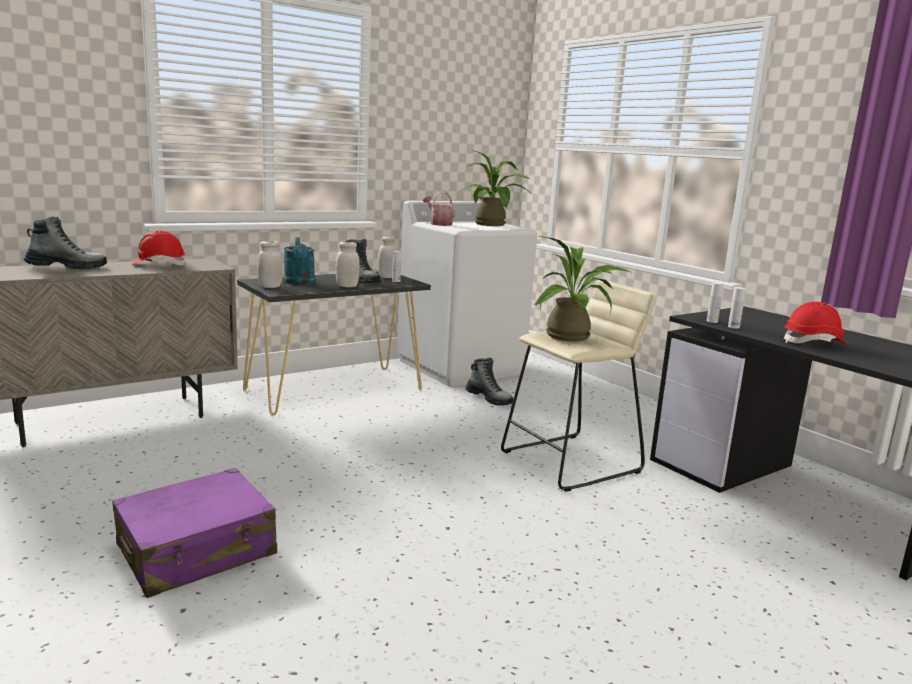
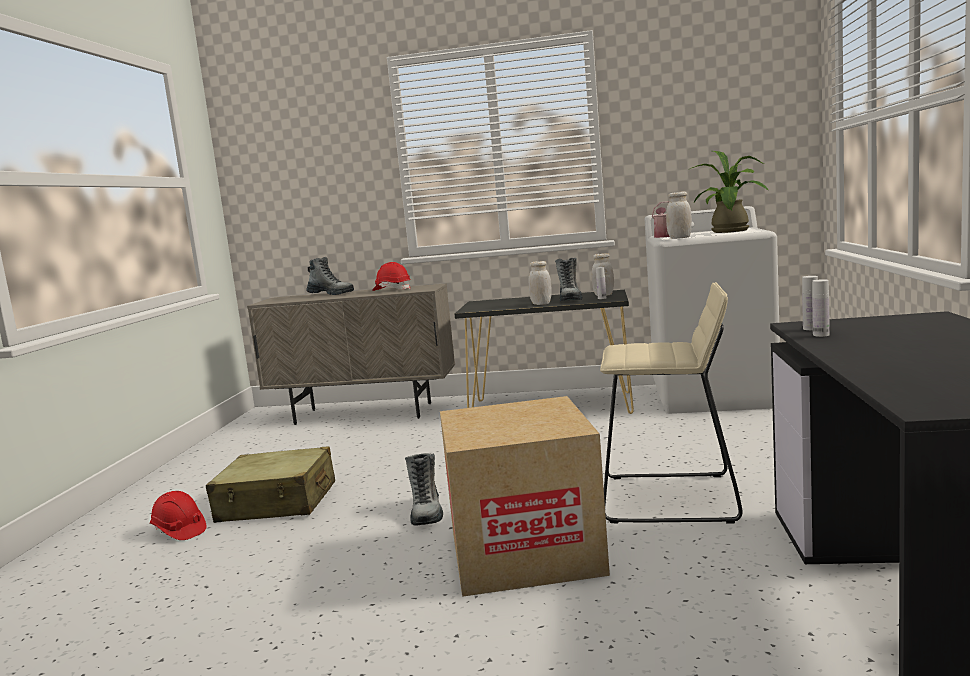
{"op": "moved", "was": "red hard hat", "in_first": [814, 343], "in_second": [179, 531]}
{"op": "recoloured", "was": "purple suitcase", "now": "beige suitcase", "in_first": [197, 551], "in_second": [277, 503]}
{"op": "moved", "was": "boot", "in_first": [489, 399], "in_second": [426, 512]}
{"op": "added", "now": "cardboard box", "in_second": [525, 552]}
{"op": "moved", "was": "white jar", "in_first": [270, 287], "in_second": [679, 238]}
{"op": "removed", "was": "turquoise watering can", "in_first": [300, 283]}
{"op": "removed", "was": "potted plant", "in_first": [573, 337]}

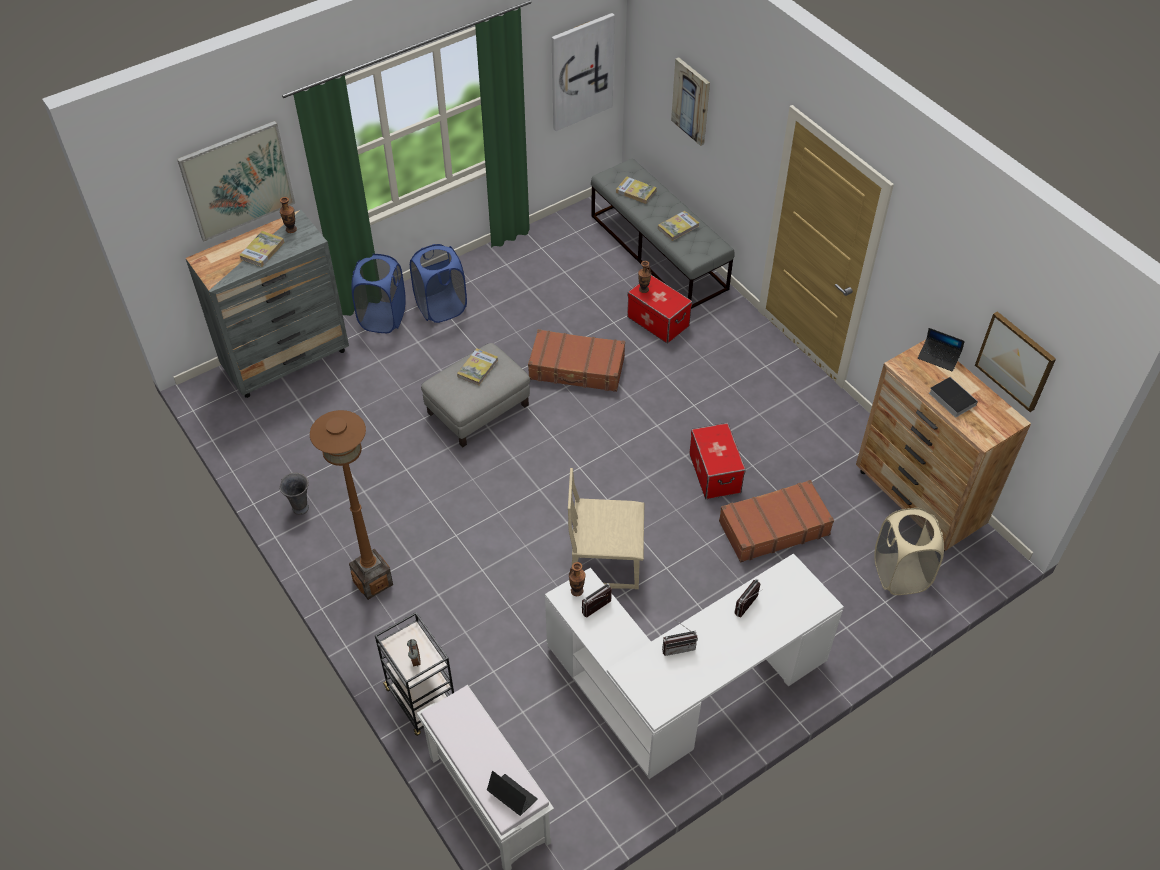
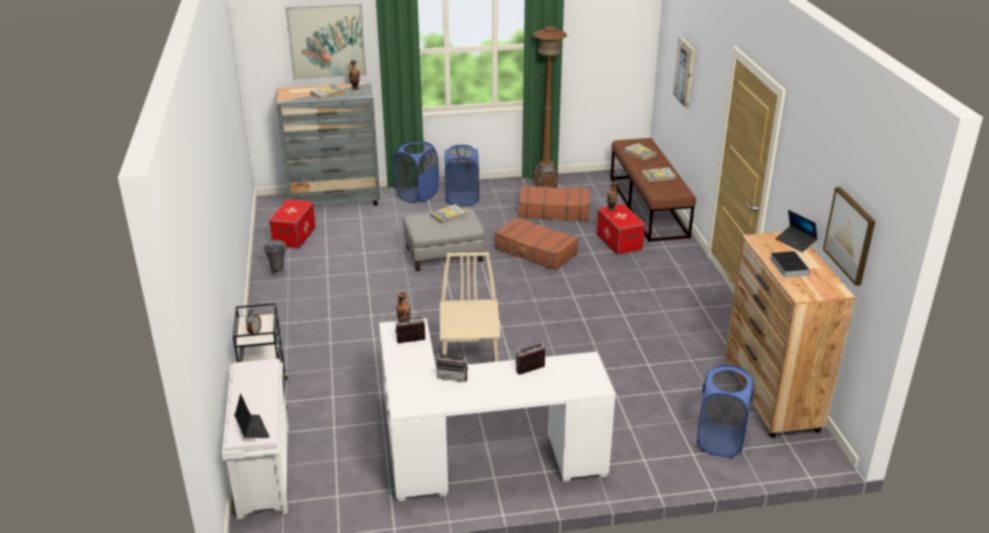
{"op": "moved", "was": "storage box", "in_first": [715, 473], "in_second": [294, 236]}
{"op": "turned", "was": "beige chair", "in_first": [605, 560], "in_second": [471, 360], "clockwise": 60}
{"op": "moved", "was": "brown suitcase", "in_first": [773, 527], "in_second": [553, 211]}
{"op": "moved", "was": "brown floor lamp", "in_first": [373, 582], "in_second": [545, 185]}
{"op": "recoloured", "was": "grey bench", "now": "brown bench", "in_first": [658, 252], "in_second": [648, 207]}
{"op": "recoloured", "was": "beige laundry basket", "now": "blue laundry basket", "in_first": [900, 573], "in_second": [720, 440]}
{"op": "removed", "was": "picture", "in_first": [581, 71]}

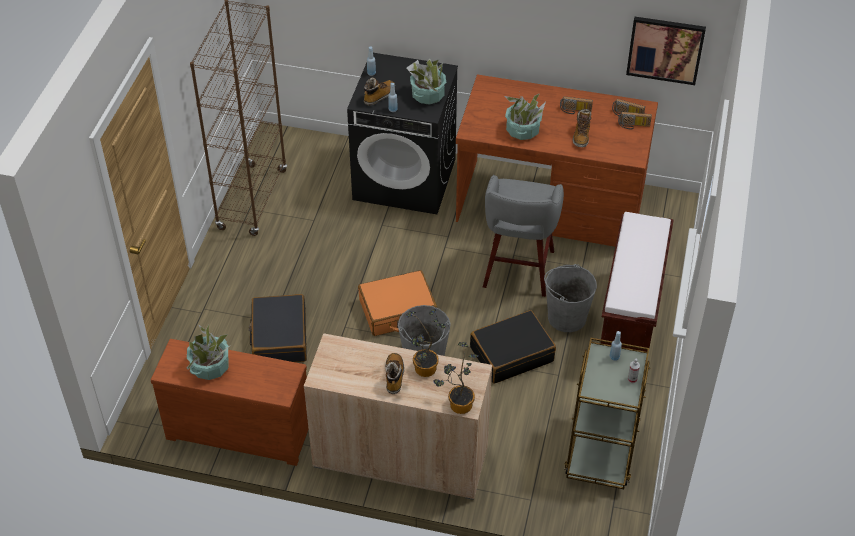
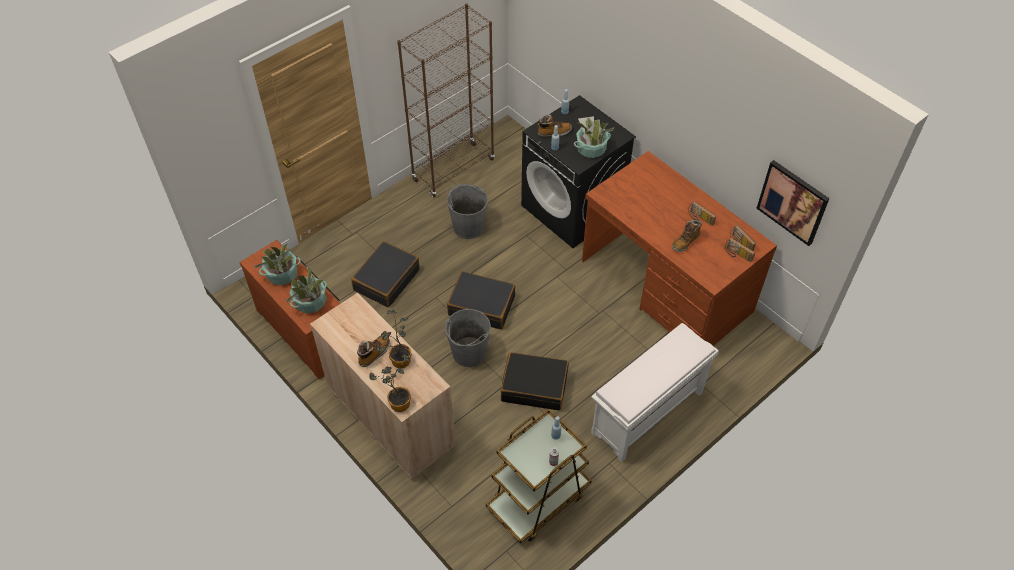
{"op": "moved", "was": "potted plant", "in_first": [523, 130], "in_second": [310, 302]}
{"op": "moved", "was": "grey bucket", "in_first": [566, 317], "in_second": [468, 226]}
{"op": "recoloured", "was": "orange suitcase", "now": "black suitcase", "in_first": [397, 311], "in_second": [481, 306]}
{"op": "recoloured", "was": "brown bench", "now": "white bench", "in_first": [630, 321], "in_second": [647, 414]}
{"op": "removed", "was": "grey stool", "in_first": [518, 271]}

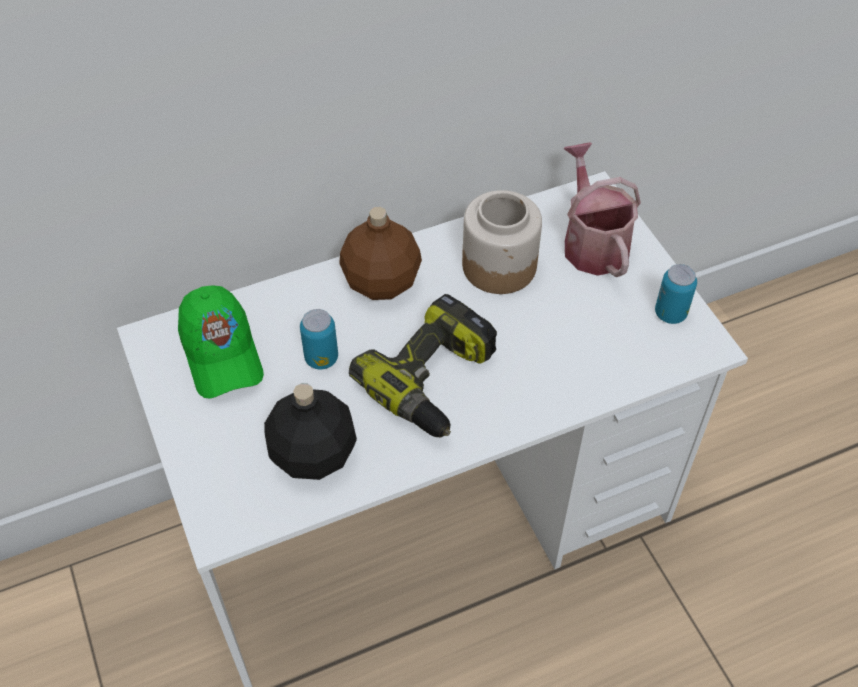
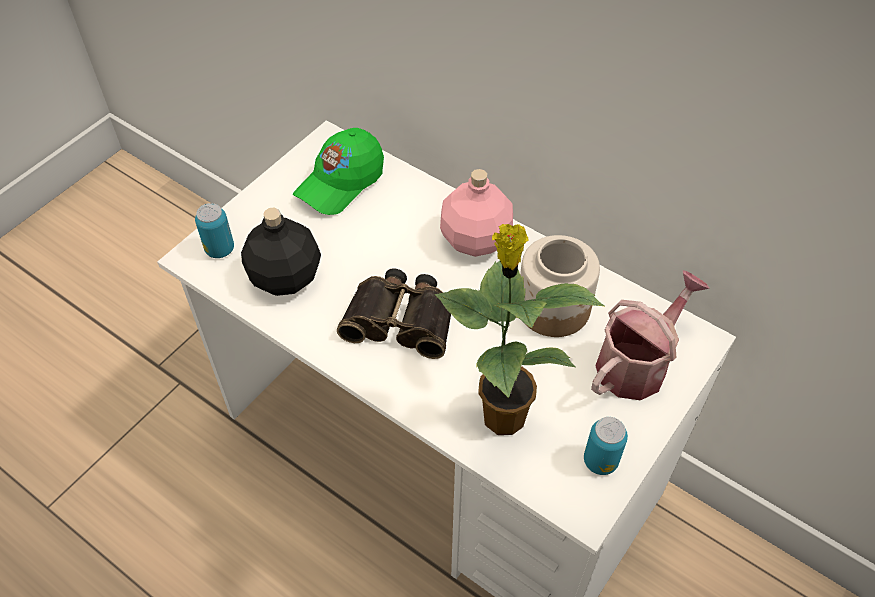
{"op": "moved", "was": "can", "in_first": [321, 358], "in_second": [220, 249]}
{"op": "replaced", "was": "power drill", "now": "binoculars", "in_first": [435, 381], "in_second": [401, 319]}
{"op": "added", "now": "potted plant", "in_second": [501, 414]}
{"op": "recoloured", "was": "brown bottle", "now": "pink bottle", "in_first": [381, 281], "in_second": [476, 239]}

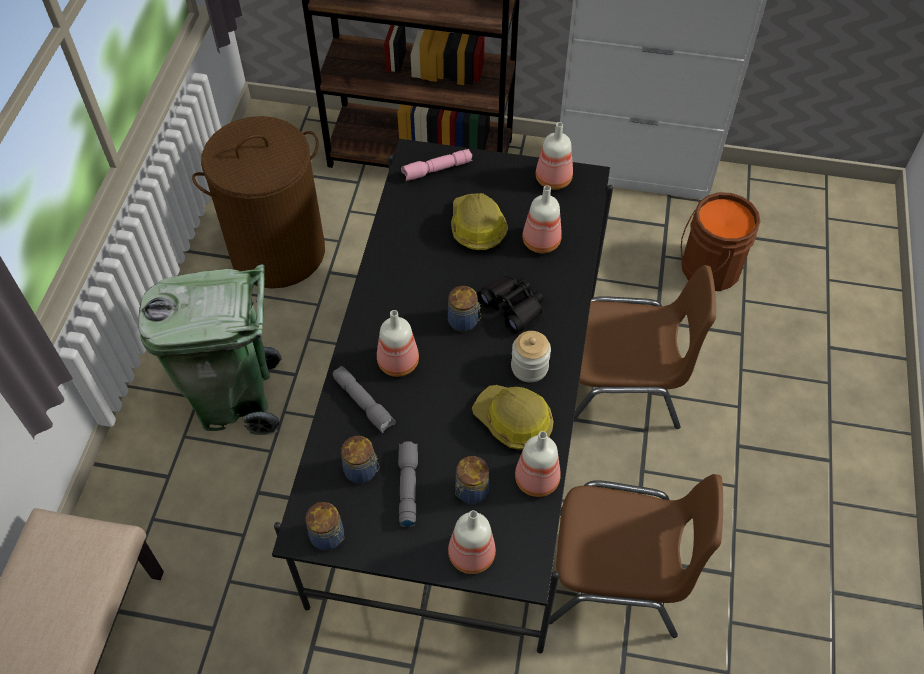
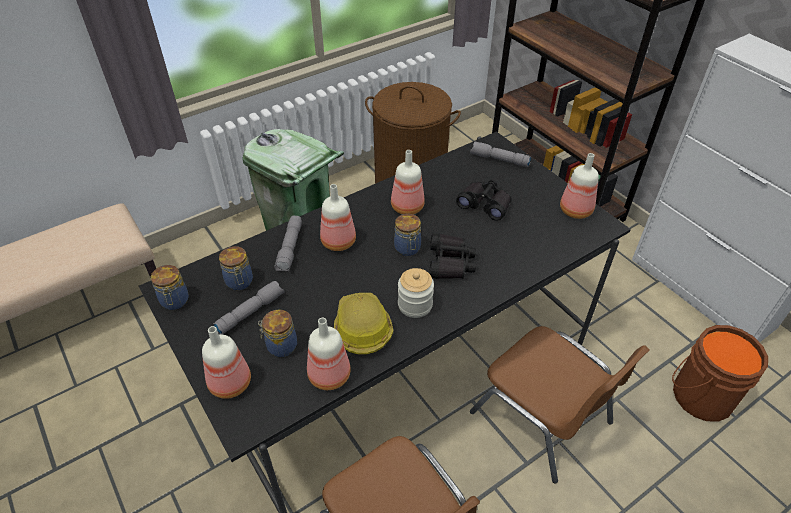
{"op": "moved", "was": "bottle", "in_first": [540, 242], "in_second": [406, 207]}
{"op": "replaced", "was": "hard hat", "now": "black binoculars", "in_first": [477, 227], "in_second": [485, 204]}
{"op": "recoloured", "was": "pink flashlight", "now": "grey flashlight", "in_first": [436, 170], "in_second": [499, 160]}

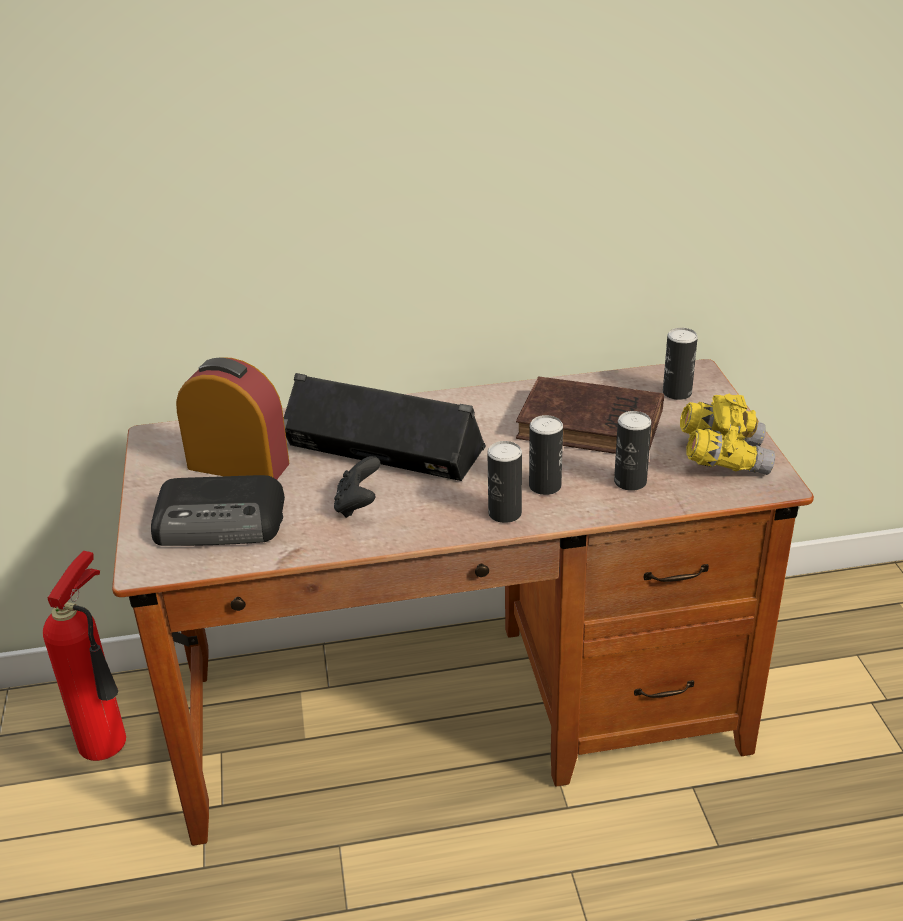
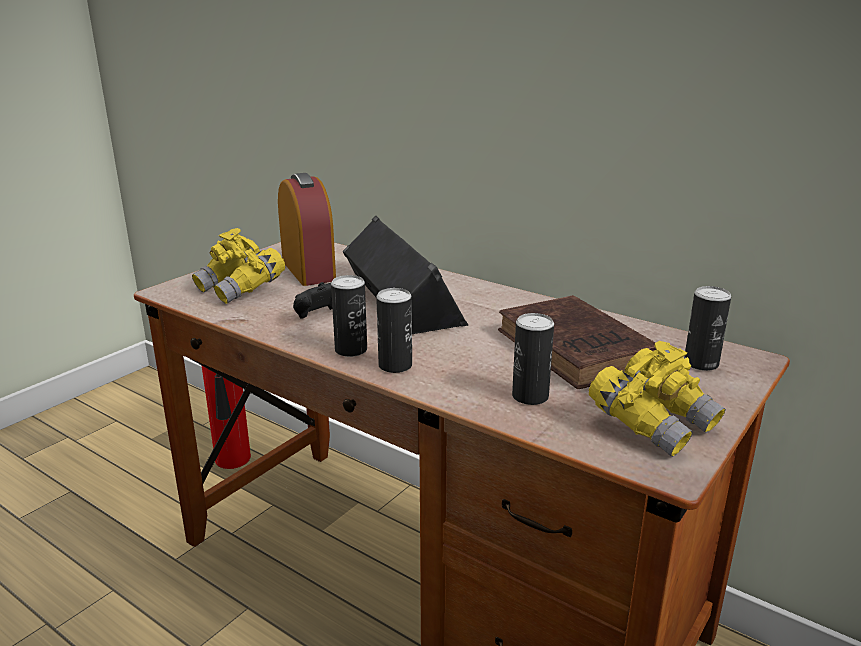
{"op": "replaced", "was": "radio", "now": "yellow binoculars", "in_first": [221, 522], "in_second": [241, 289]}
{"op": "moved", "was": "can", "in_first": [545, 486], "in_second": [351, 350]}

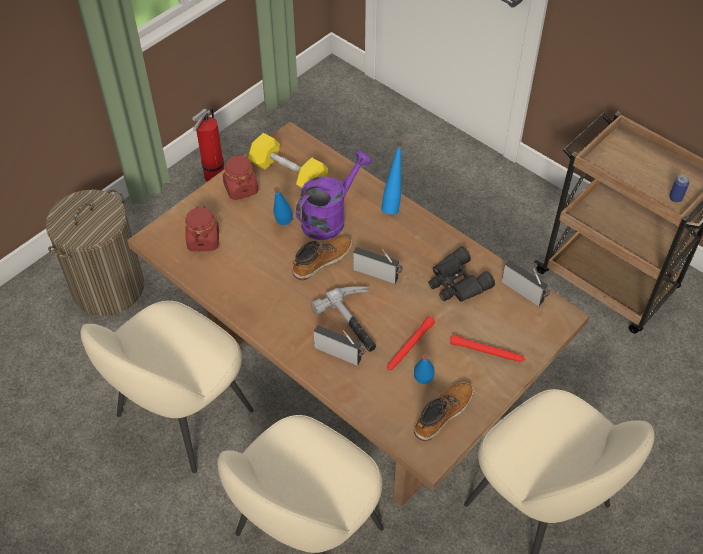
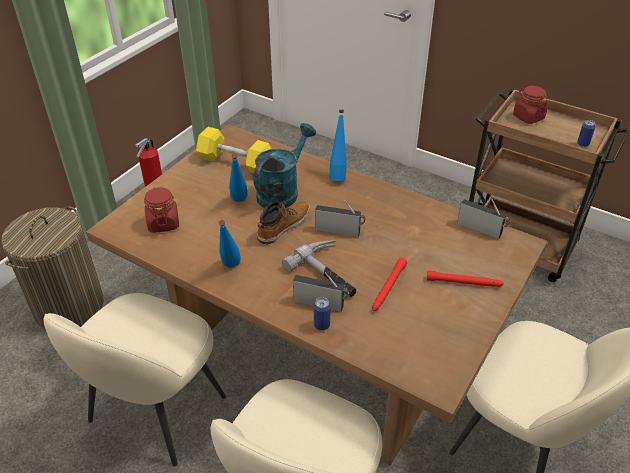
{"op": "moved", "was": "blue bottle", "in_first": [422, 386], "in_second": [230, 269]}
{"op": "recoloured", "was": "purple watering can", "now": "turquoise watering can", "in_first": [329, 217], "in_second": [282, 191]}
{"op": "added", "now": "can", "in_second": [321, 325]}
{"op": "moved", "was": "red jar", "in_first": [241, 188], "in_second": [528, 117]}
{"op": "removed", "was": "boot", "in_first": [442, 414]}
{"op": "removed", "was": "black binoculars", "in_first": [456, 283]}

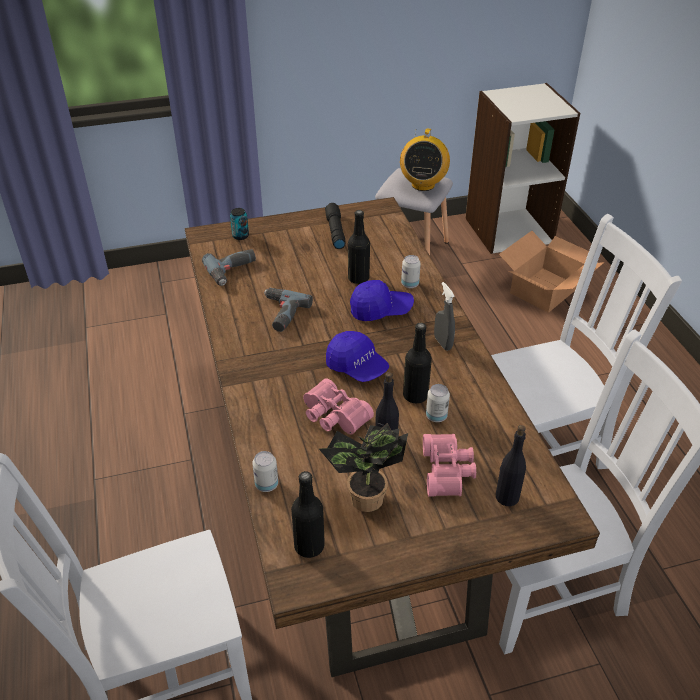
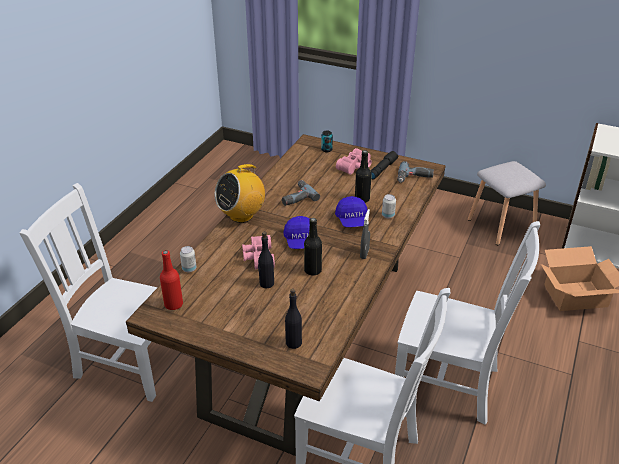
{"op": "recoloured", "was": "black bottle", "now": "red bottle", "in_first": [309, 546], "in_second": [173, 304]}
{"op": "moved", "was": "radio", "in_first": [423, 184], "in_second": [241, 215]}
{"op": "turned", "was": "blue cap", "in_first": [380, 310], "in_second": [352, 220], "clockwise": 45}
{"op": "moved", "was": "pink binoculars", "in_first": [448, 471], "in_second": [356, 167]}
{"op": "moved", "was": "power drill", "in_first": [233, 271], "in_second": [414, 178]}
{"op": "removed", "was": "potted plant", "in_first": [363, 502]}
{"op": "removed", "was": "can", "in_first": [436, 416]}

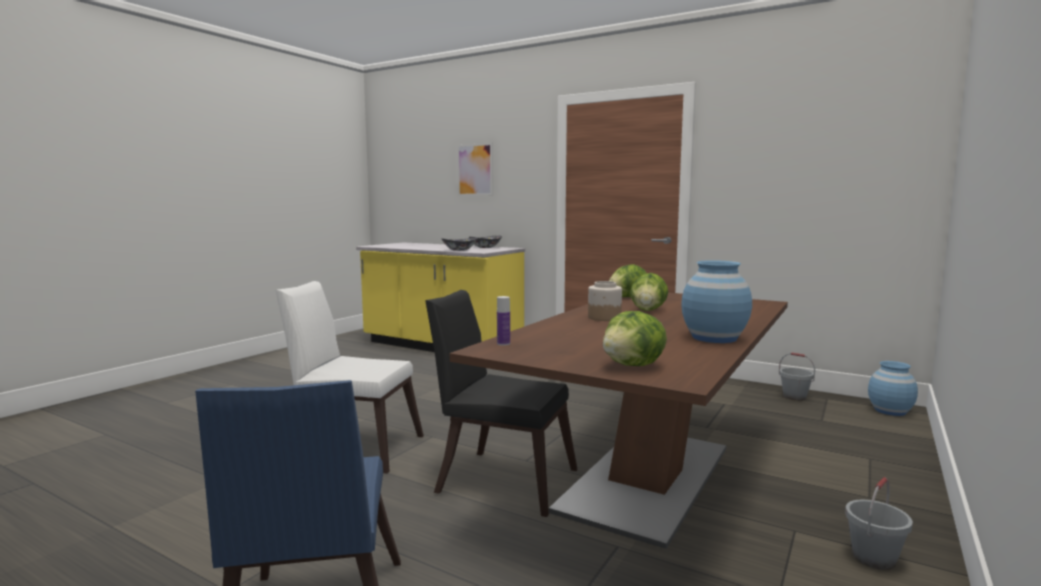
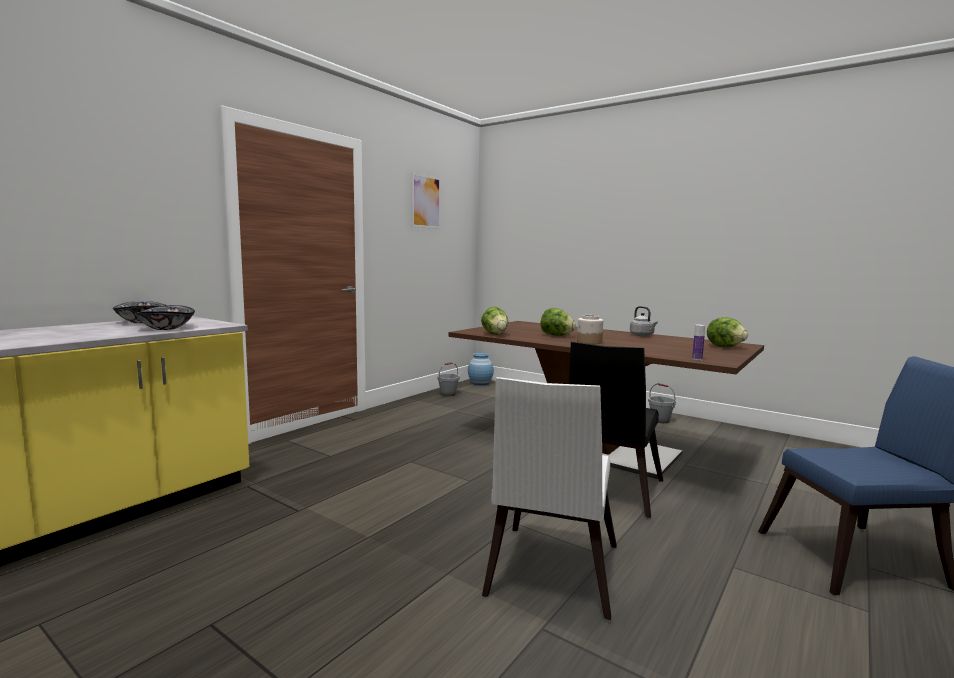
{"op": "moved", "was": "picture", "in_first": [475, 170], "in_second": [425, 201]}
{"op": "replaced", "was": "blue vase", "now": "grey kettle", "in_first": [714, 338], "in_second": [642, 335]}

